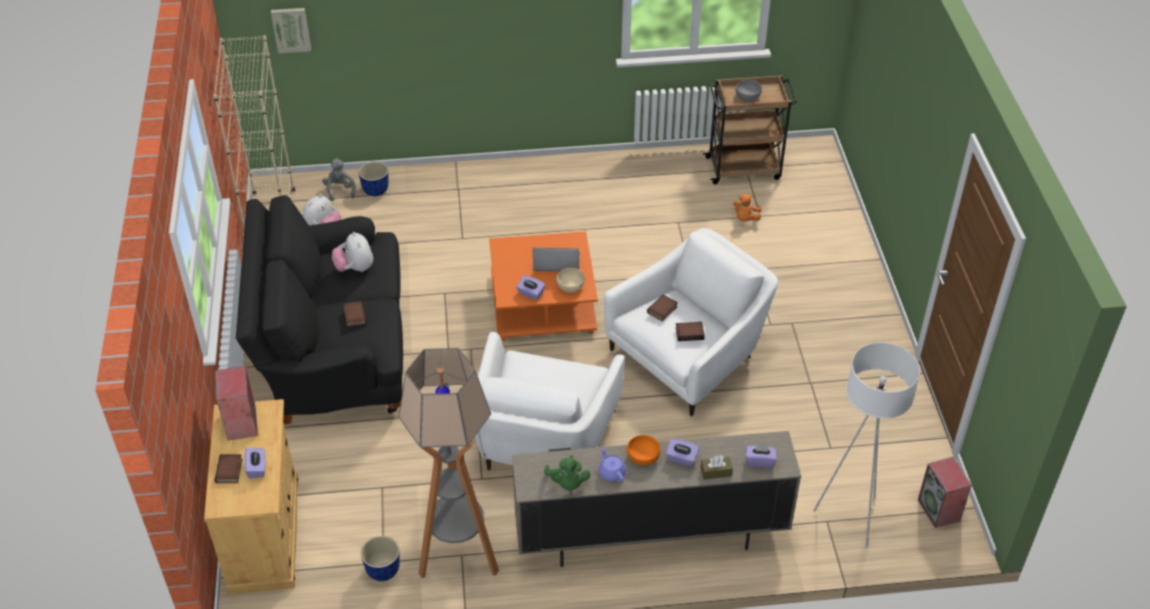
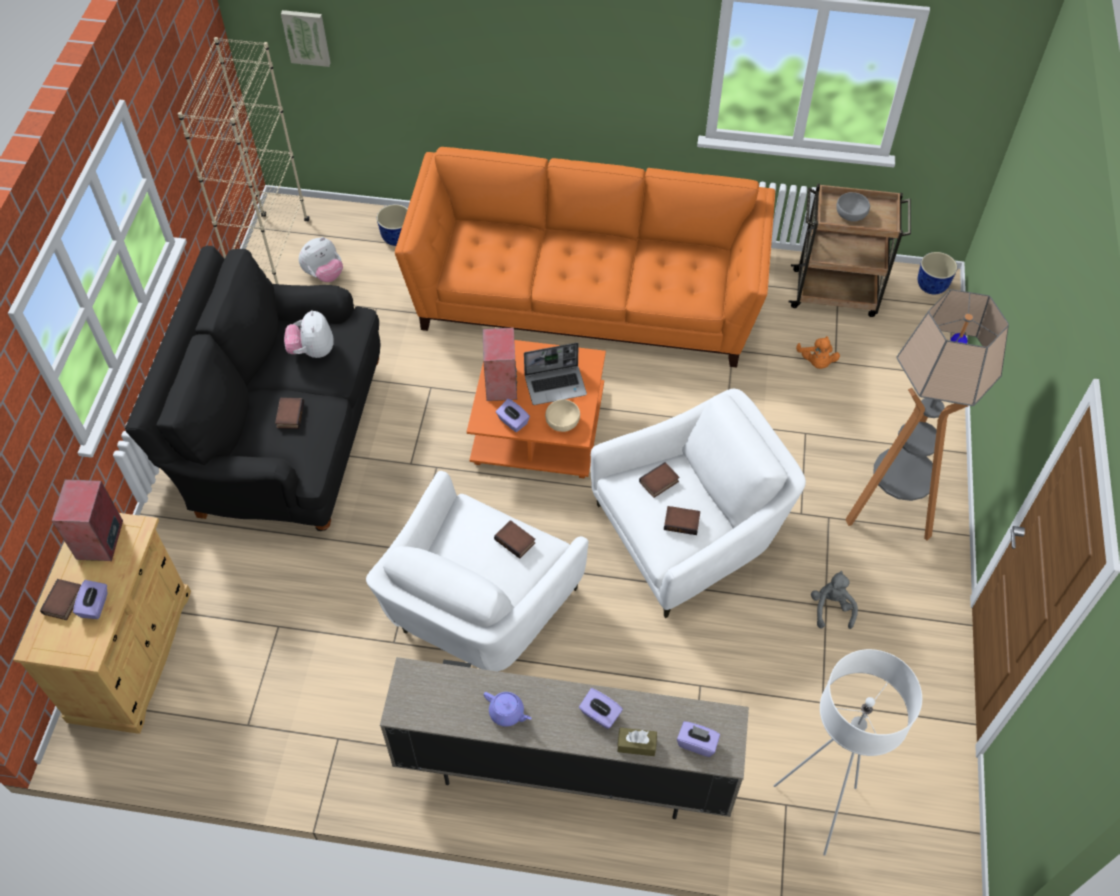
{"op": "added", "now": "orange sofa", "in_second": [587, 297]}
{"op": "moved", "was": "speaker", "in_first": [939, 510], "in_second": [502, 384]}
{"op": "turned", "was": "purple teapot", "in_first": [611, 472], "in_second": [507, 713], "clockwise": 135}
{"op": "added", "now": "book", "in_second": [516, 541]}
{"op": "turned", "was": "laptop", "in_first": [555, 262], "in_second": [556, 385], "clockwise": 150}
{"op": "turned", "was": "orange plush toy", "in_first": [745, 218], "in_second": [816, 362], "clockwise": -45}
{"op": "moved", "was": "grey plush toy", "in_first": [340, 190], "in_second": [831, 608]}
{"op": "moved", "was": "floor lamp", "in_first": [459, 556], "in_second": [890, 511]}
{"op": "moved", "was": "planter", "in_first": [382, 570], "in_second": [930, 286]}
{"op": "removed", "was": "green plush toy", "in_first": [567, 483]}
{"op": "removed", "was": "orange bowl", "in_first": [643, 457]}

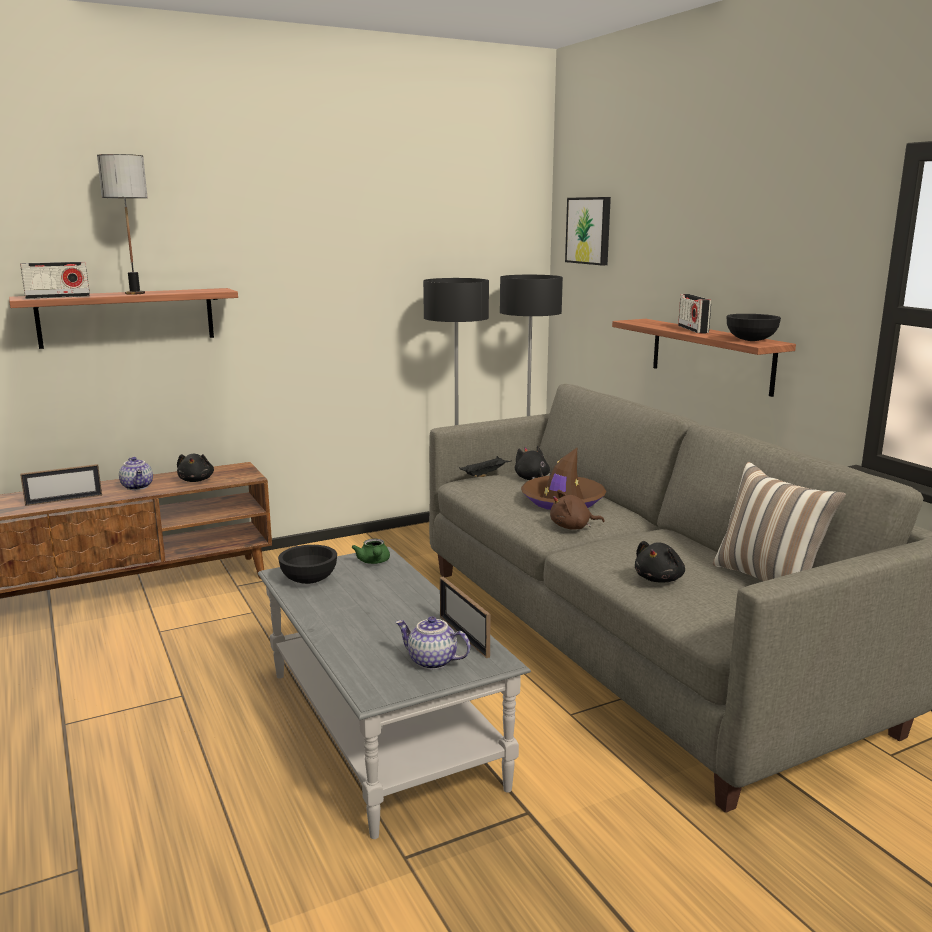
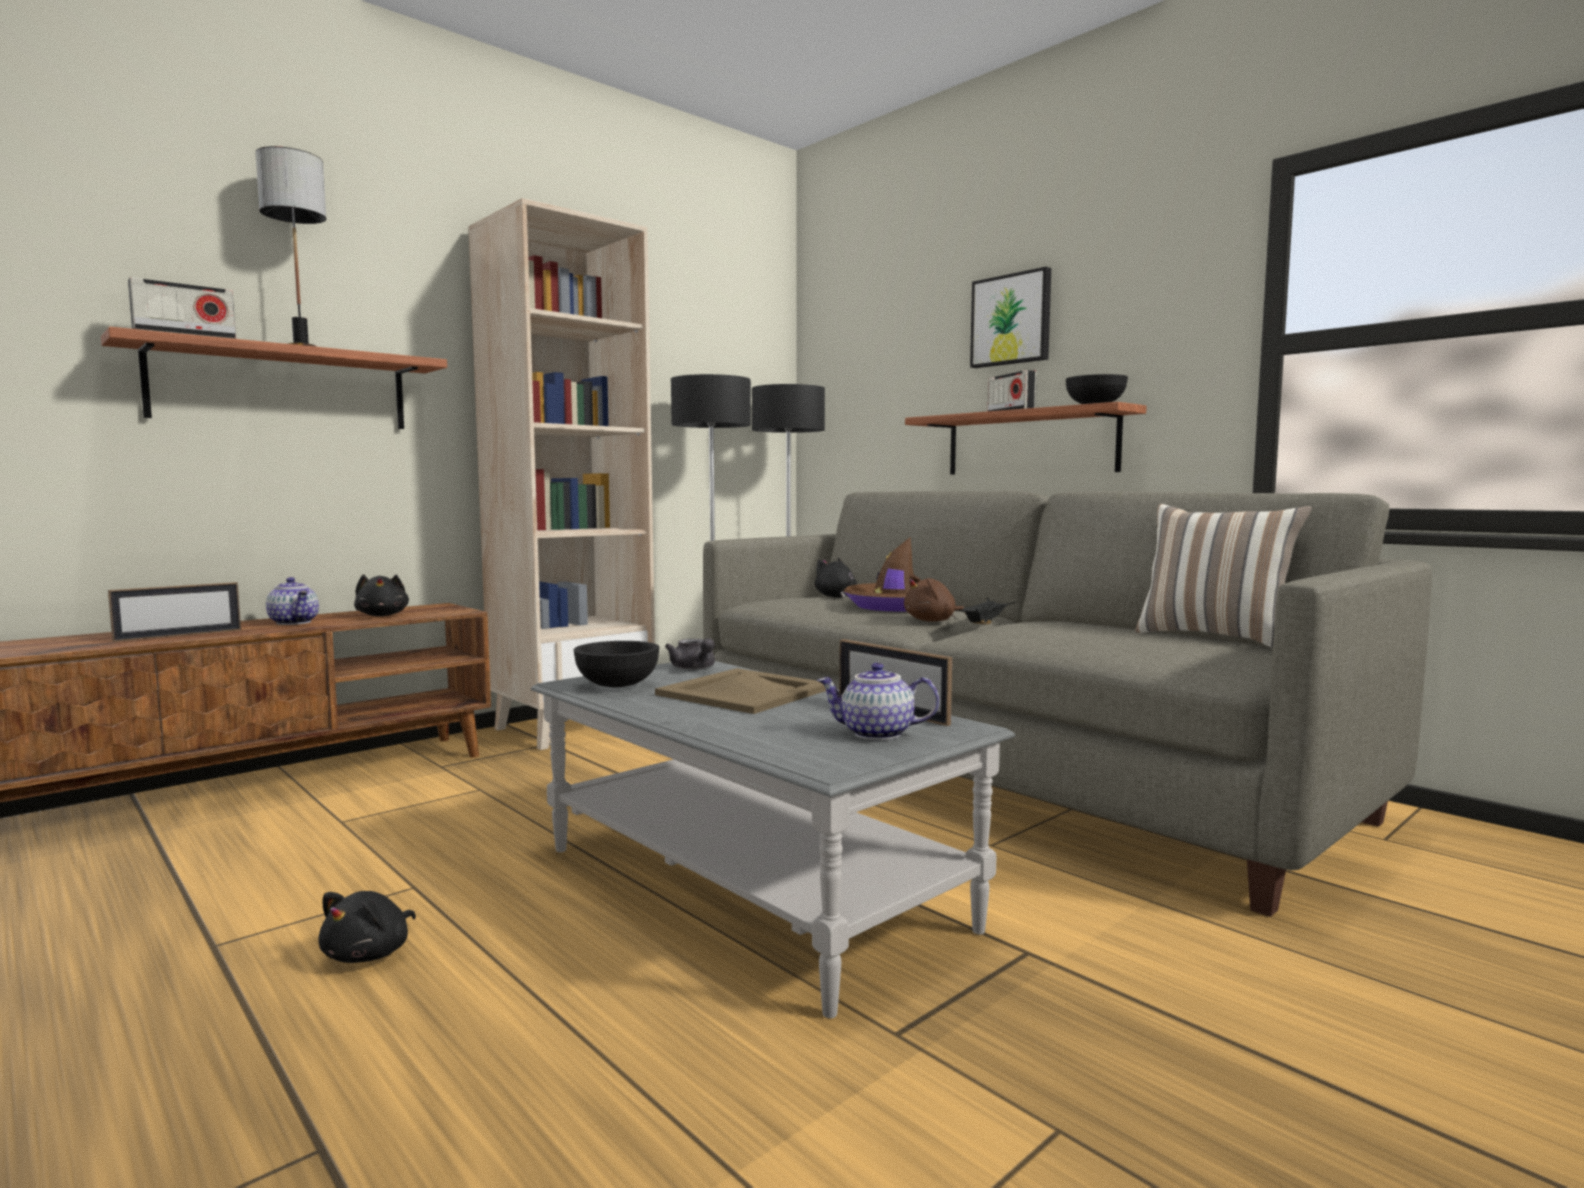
{"op": "moved", "was": "black plush toy", "in_first": [659, 579], "in_second": [370, 954]}
{"op": "added", "now": "beige bookcase", "in_second": [573, 727]}
{"op": "added", "now": "beige tray", "in_second": [746, 692]}
{"op": "recoloured", "was": "green teapot", "now": "grey teapot", "in_first": [374, 562], "in_second": [694, 668]}
{"op": "moved", "was": "black tray", "in_first": [485, 474], "in_second": [985, 622]}
{"op": "moved", "was": "picture", "in_first": [589, 230], "in_second": [1011, 320]}

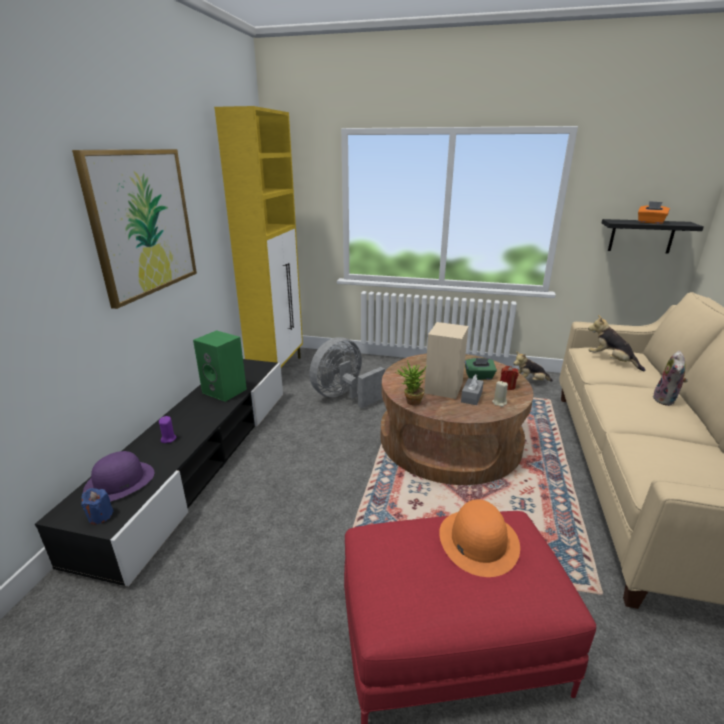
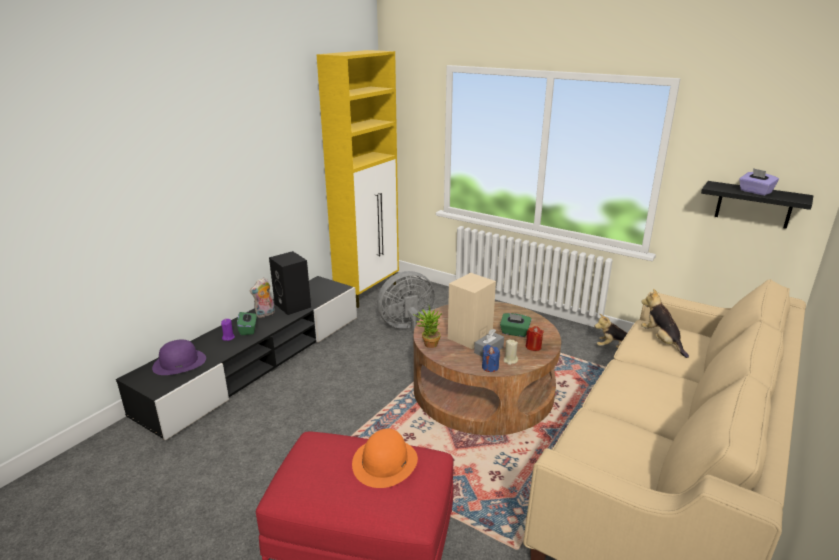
{"op": "added", "now": "green tissue box", "in_second": [248, 329]}
{"op": "moved", "was": "plush toy", "in_first": [666, 400], "in_second": [265, 314]}
{"op": "recoloured", "was": "green speaker", "now": "black speaker", "in_first": [226, 391], "in_second": [293, 305]}
{"op": "moved", "was": "blue candle", "in_first": [100, 516], "in_second": [490, 367]}
{"op": "recoloured", "was": "orange tissue box", "now": "purple tissue box", "in_first": [650, 222], "in_second": [755, 192]}
{"op": "removed", "was": "picture", "in_first": [143, 223]}

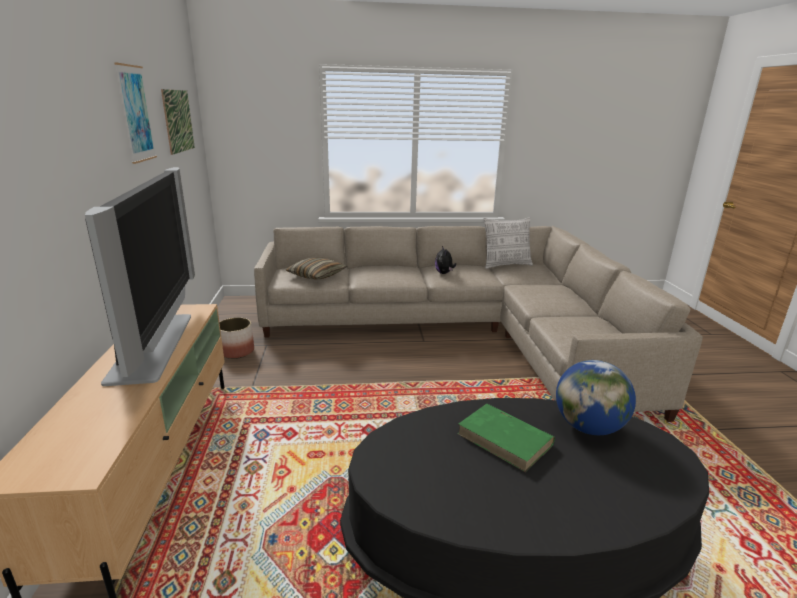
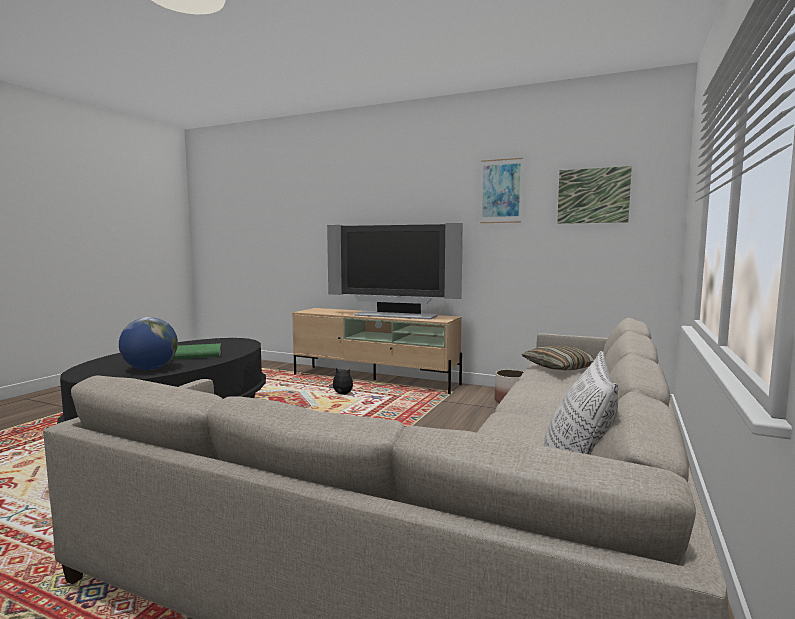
{"op": "moved", "was": "plush toy", "in_first": [444, 273], "in_second": [342, 394]}

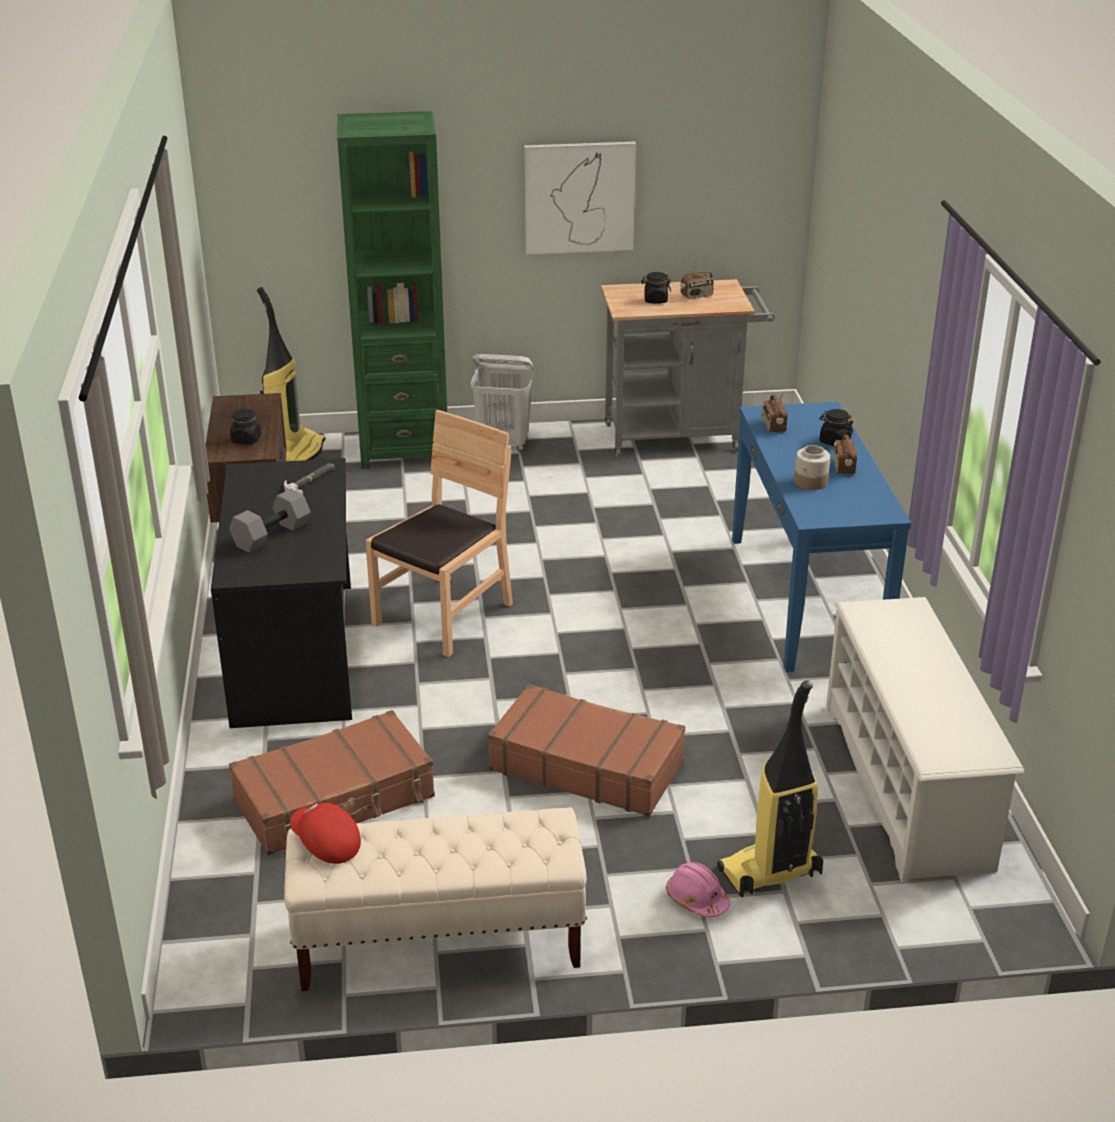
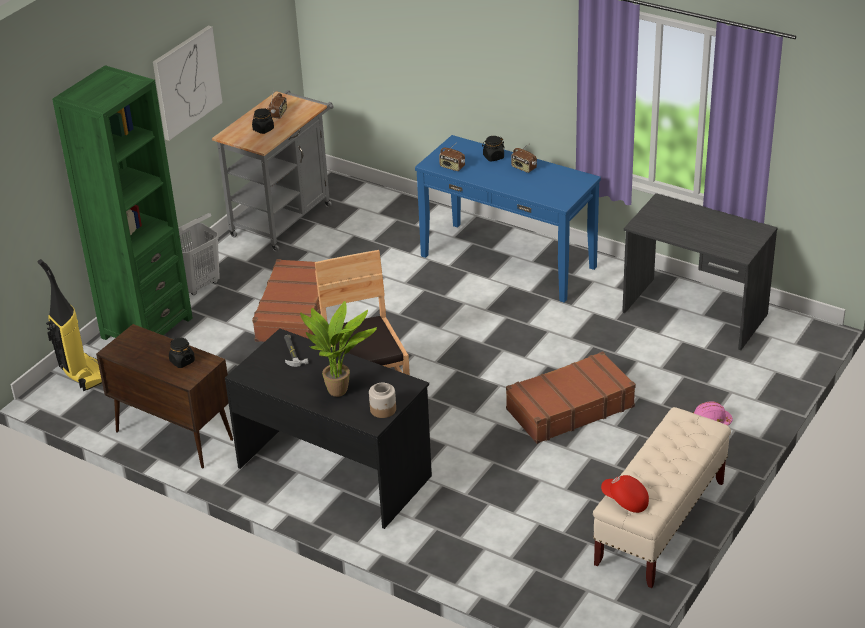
{"op": "moved", "was": "brown suitcase", "in_first": [335, 799], "in_second": [295, 312]}
{"op": "replaced", "was": "grey dumbbell", "now": "potted plant", "in_first": [271, 534], "in_second": [341, 390]}
{"op": "moved", "was": "jar", "in_first": [811, 482], "in_second": [383, 410]}
{"op": "turned", "was": "red cap", "in_first": [325, 844], "in_second": [625, 501], "clockwise": 45}
{"op": "replaced", "was": "white shoe rack", "now": "grey desk", "in_first": [907, 785], "in_second": [694, 314]}
{"op": "removed", "was": "vacuum cleaner", "in_first": [769, 873]}

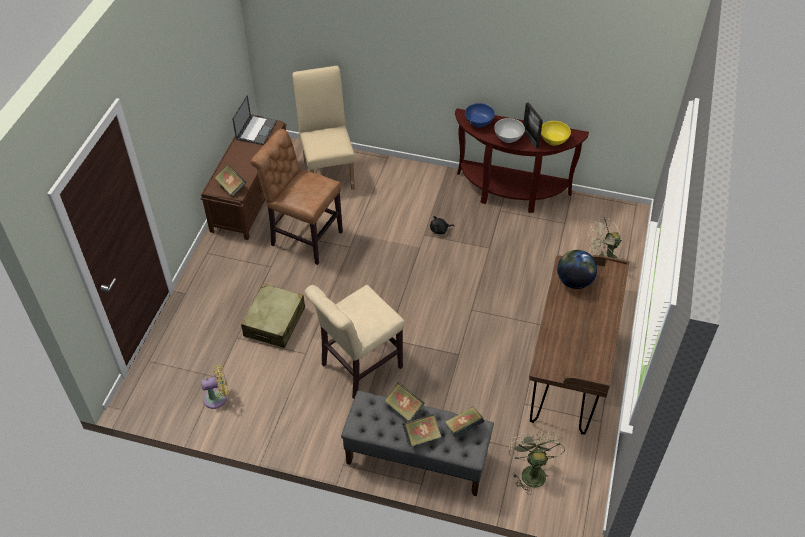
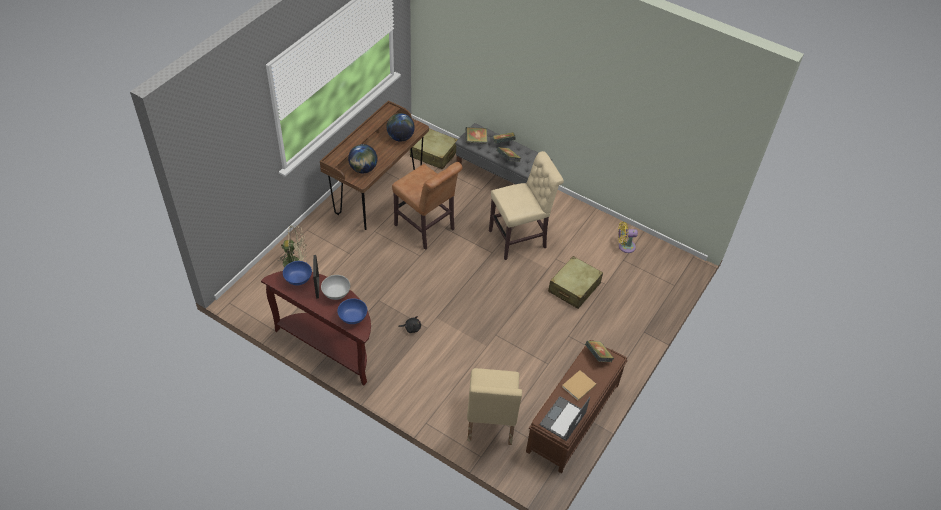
{"op": "recoloured", "was": "yellow bowl", "now": "blue bowl", "in_first": [554, 140], "in_second": [298, 279]}
{"op": "added", "now": "globe", "in_second": [400, 137]}
{"op": "moved", "was": "brown chair", "in_first": [303, 237], "in_second": [426, 229]}
{"op": "replaced", "was": "green fan", "now": "beige suitcase", "in_first": [531, 471], "in_second": [434, 154]}
{"op": "added", "now": "beige book", "in_second": [578, 386]}

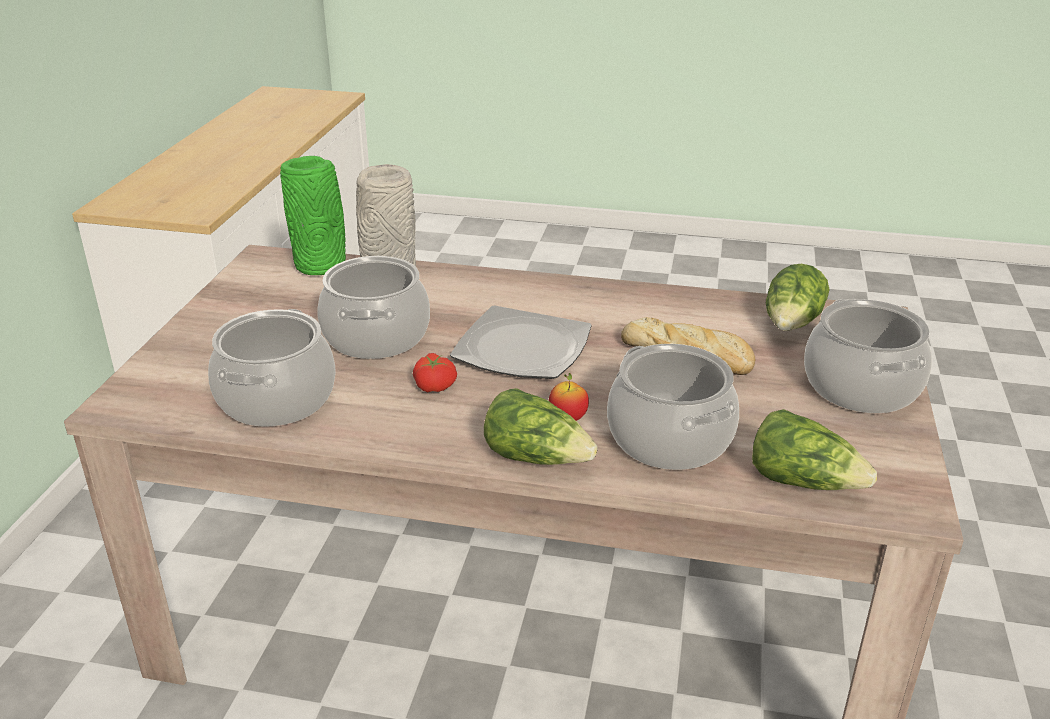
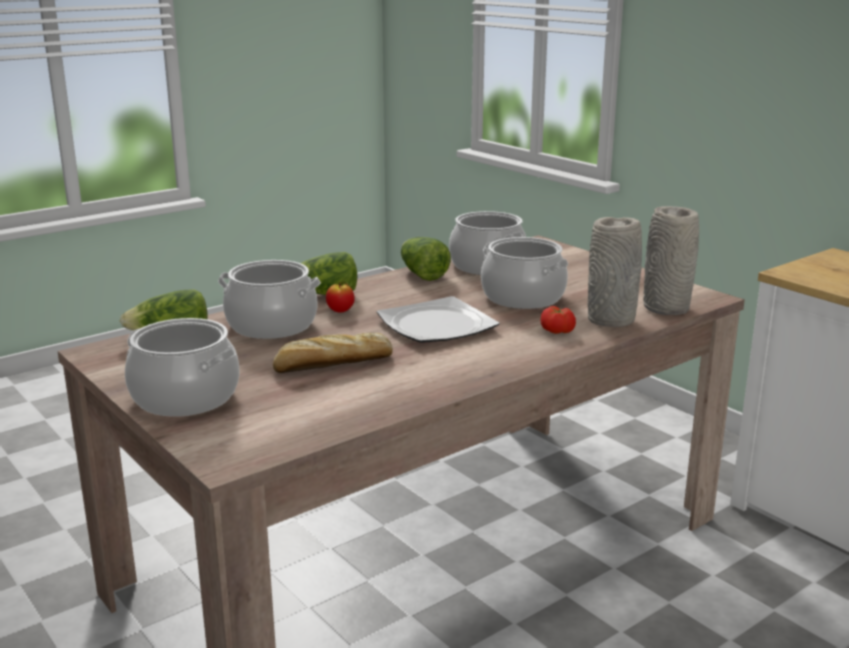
{"op": "moved", "was": "lettuce", "in_first": [792, 324], "in_second": [422, 274]}
{"op": "moved", "was": "tomato", "in_first": [435, 385], "in_second": [557, 331]}
{"op": "recoloured", "was": "green vase", "now": "grey vase", "in_first": [322, 266], "in_second": [665, 308]}

